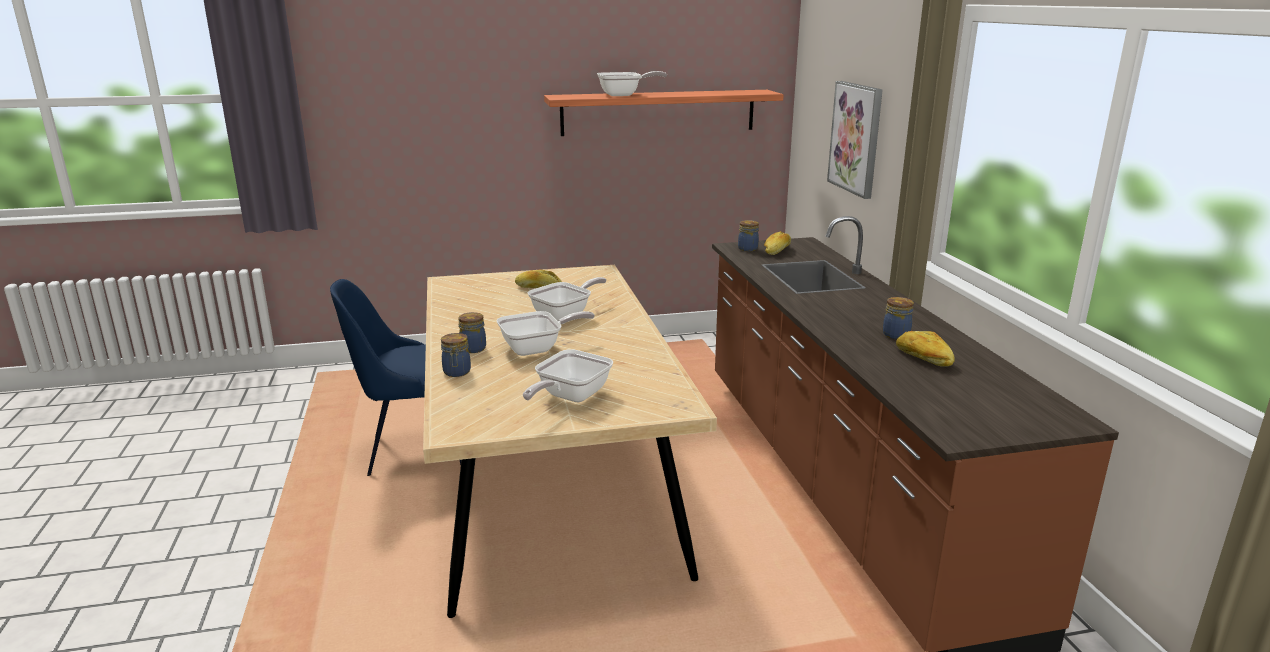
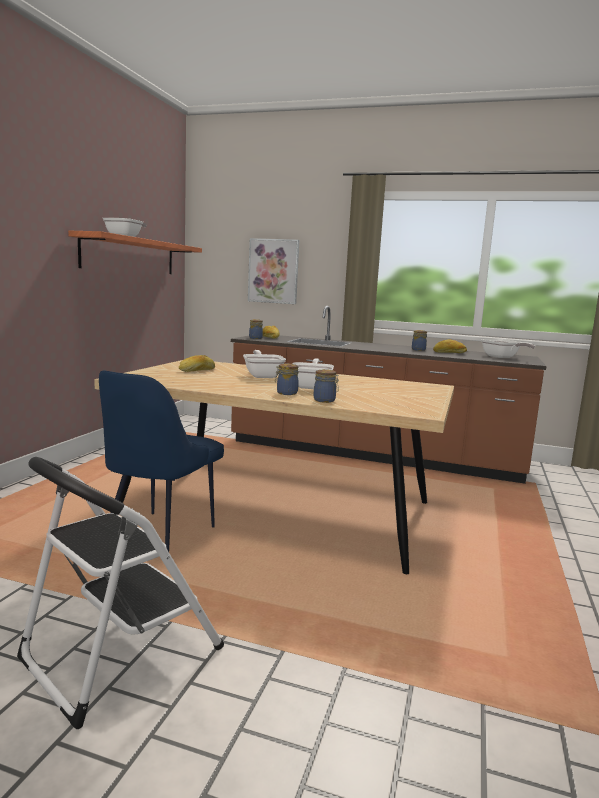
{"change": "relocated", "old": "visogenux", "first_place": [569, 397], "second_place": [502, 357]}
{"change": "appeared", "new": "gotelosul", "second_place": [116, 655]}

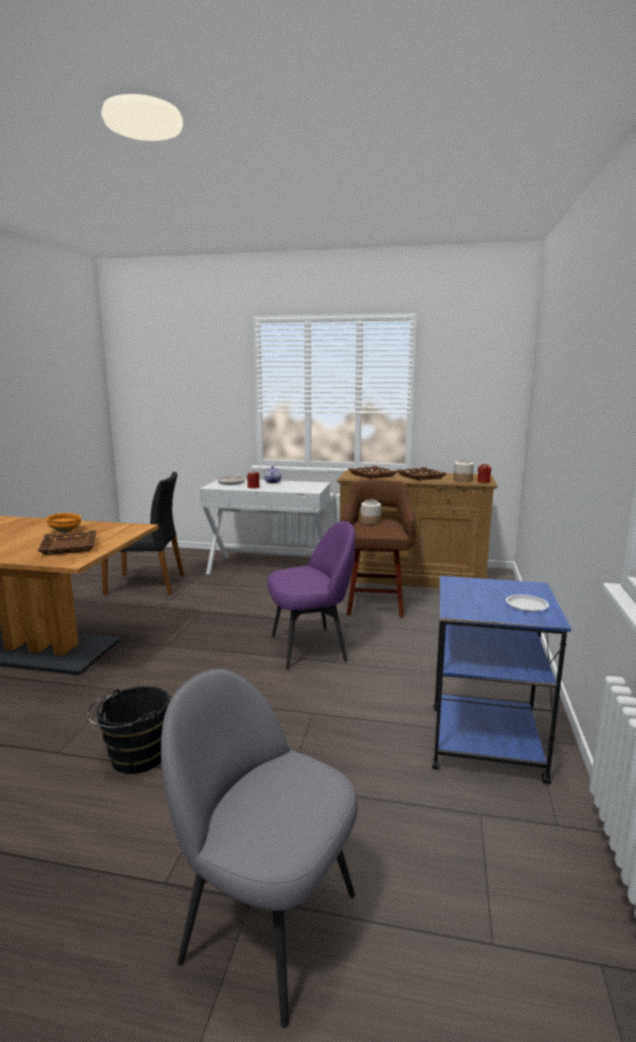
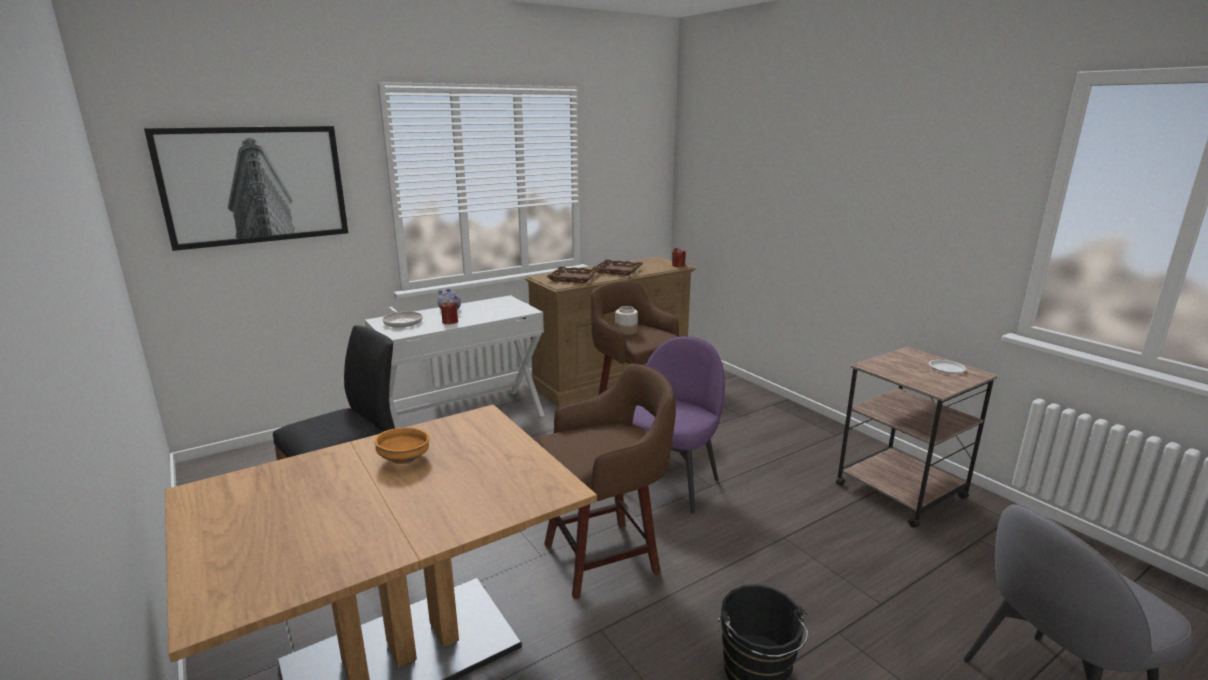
{"change": "missing", "old": "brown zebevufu", "first_place": [68, 547]}
{"change": "colour", "old": "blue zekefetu", "new": "brown zekefetu", "first_place": [485, 745], "second_place": [901, 492]}
{"change": "missing", "old": "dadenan", "first_place": [463, 480]}
{"change": "appeared", "new": "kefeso", "second_place": [255, 185]}
{"change": "appeared", "new": "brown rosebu", "second_place": [606, 557]}

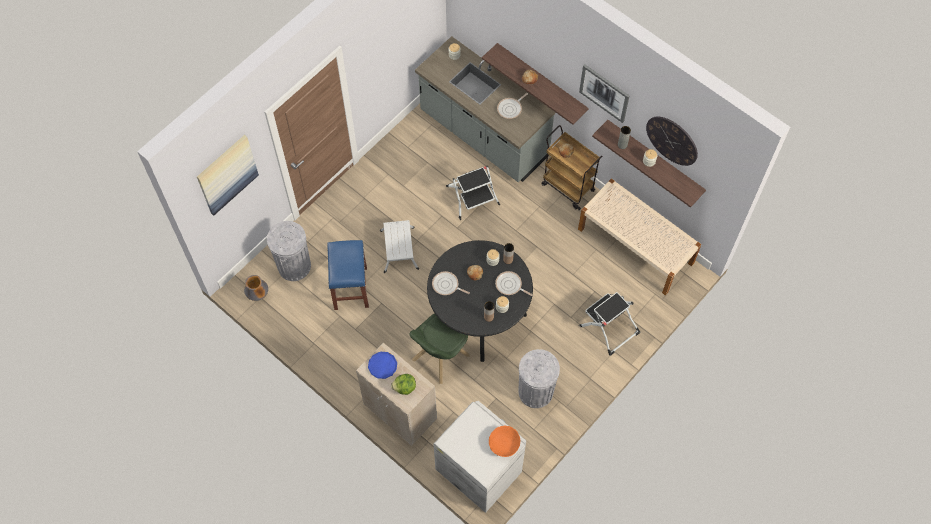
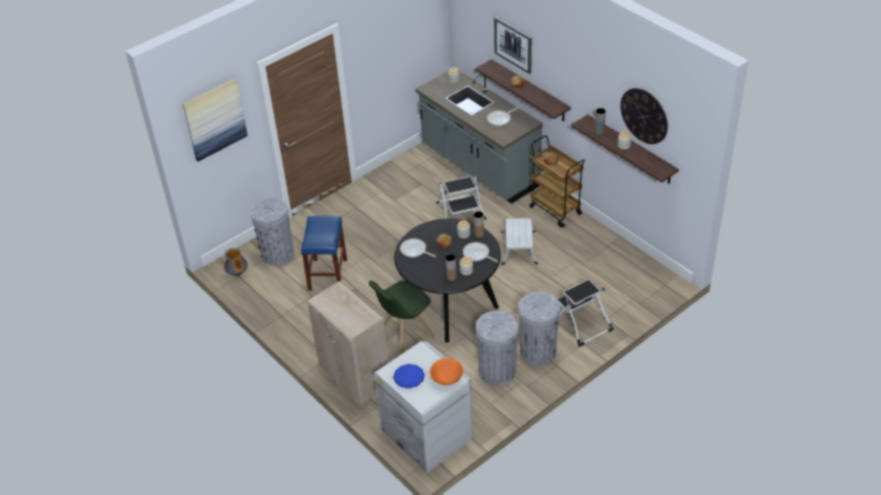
{"change": "relocated", "old": "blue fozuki", "first_place": [382, 366], "second_place": [409, 377]}
{"change": "relocated", "old": "white gotelosul", "first_place": [399, 249], "second_place": [519, 247]}
{"change": "missing", "old": "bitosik", "first_place": [404, 388]}
{"change": "missing", "old": "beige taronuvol", "first_place": [636, 246]}
{"change": "relocated", "old": "kefeso", "first_place": [604, 93], "second_place": [513, 44]}
{"change": "appeared", "new": "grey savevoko", "second_place": [538, 352]}

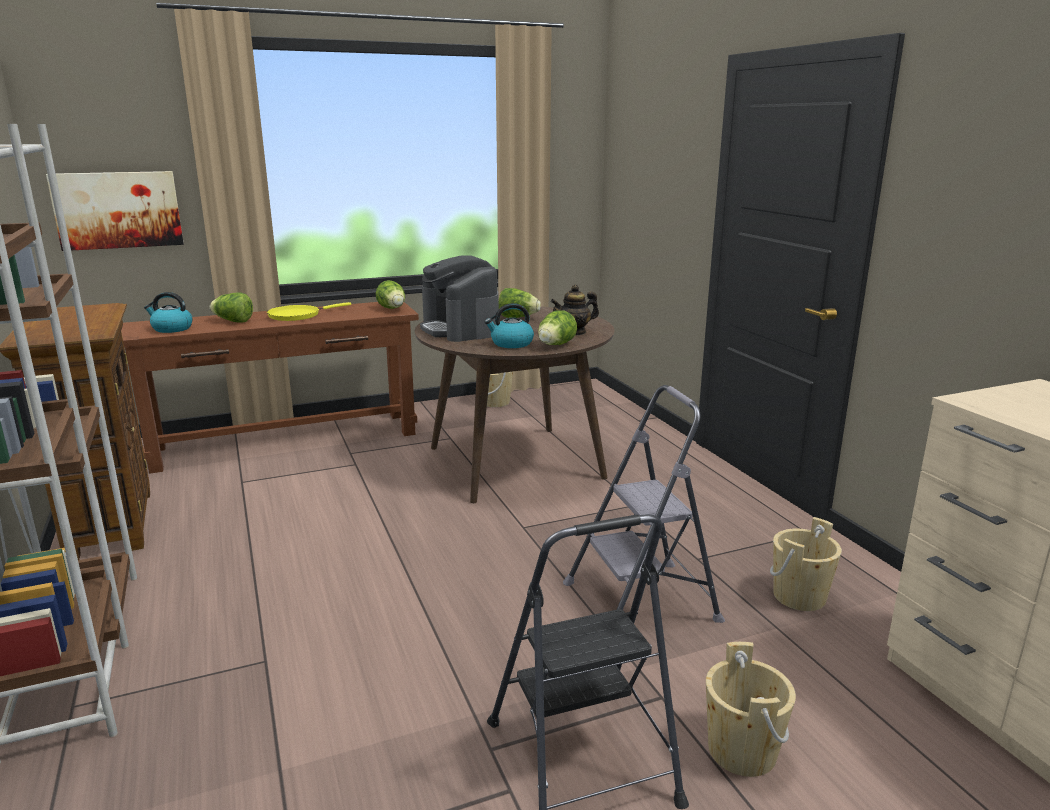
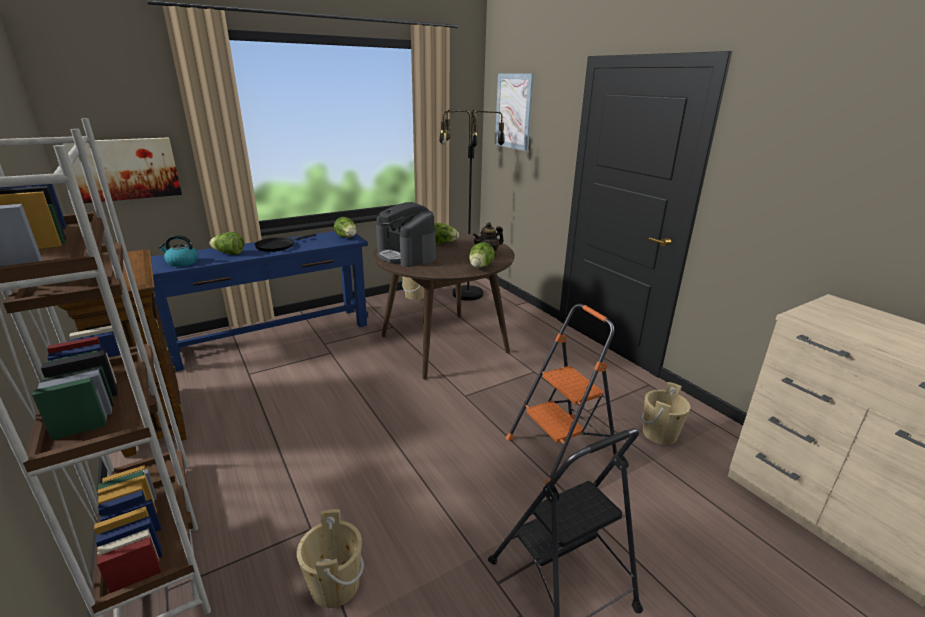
{"change": "colour", "old": "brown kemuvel", "new": "blue kemuvel", "first_place": [286, 441], "second_place": [273, 336]}
{"change": "colour", "old": "yellow visogenux", "new": "black visogenux", "first_place": [297, 315], "second_place": [277, 246]}
{"change": "missing", "old": "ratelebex", "first_place": [511, 344]}
{"change": "colour", "old": "grey gotelosul", "new": "orange gotelosul", "first_place": [645, 600], "second_place": [564, 447]}
{"change": "relocated", "old": "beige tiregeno", "first_place": [742, 750], "second_place": [335, 585]}
{"change": "appeared", "new": "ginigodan", "second_place": [467, 294]}
{"change": "appeared", "new": "kefeso", "second_place": [513, 111]}

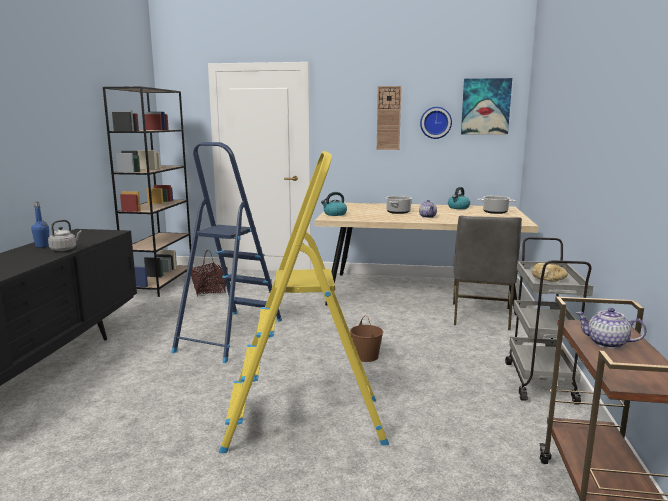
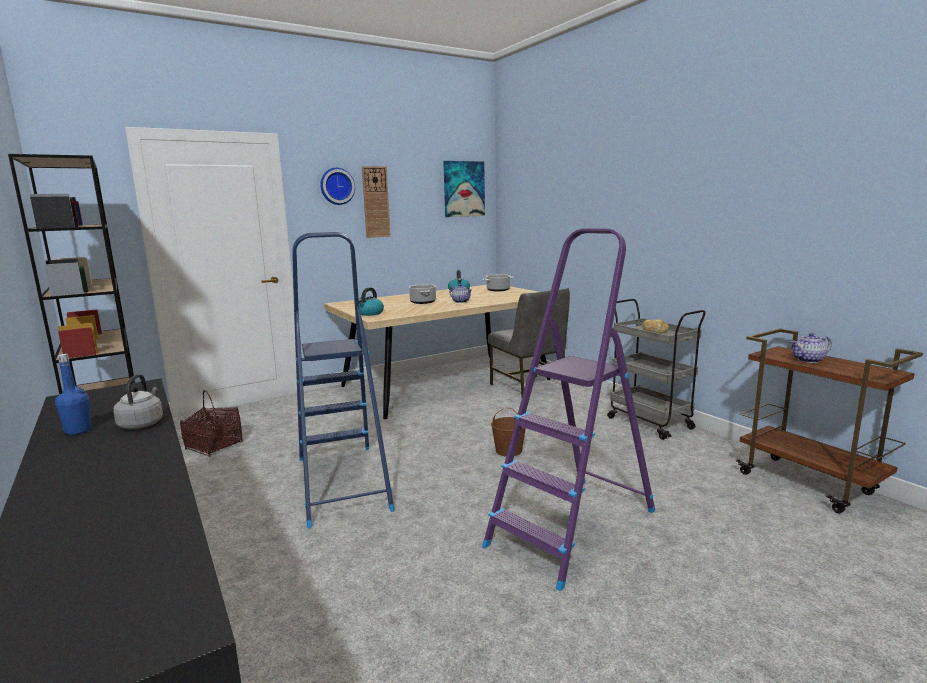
{"change": "colour", "old": "yellow gotelosul", "new": "purple gotelosul", "first_place": [302, 424], "second_place": [572, 528]}
{"change": "relocated", "old": "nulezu", "first_place": [435, 122], "second_place": [336, 186]}

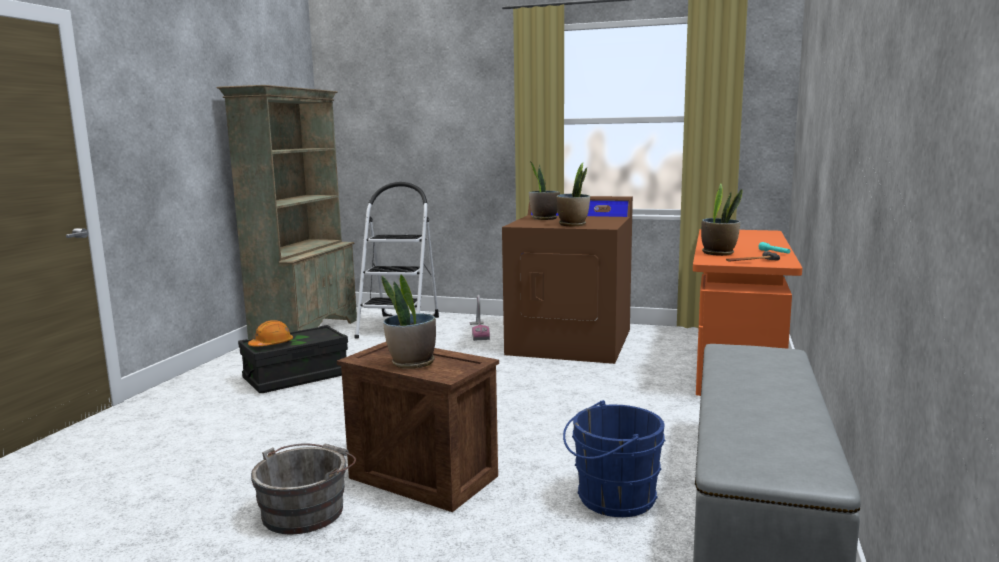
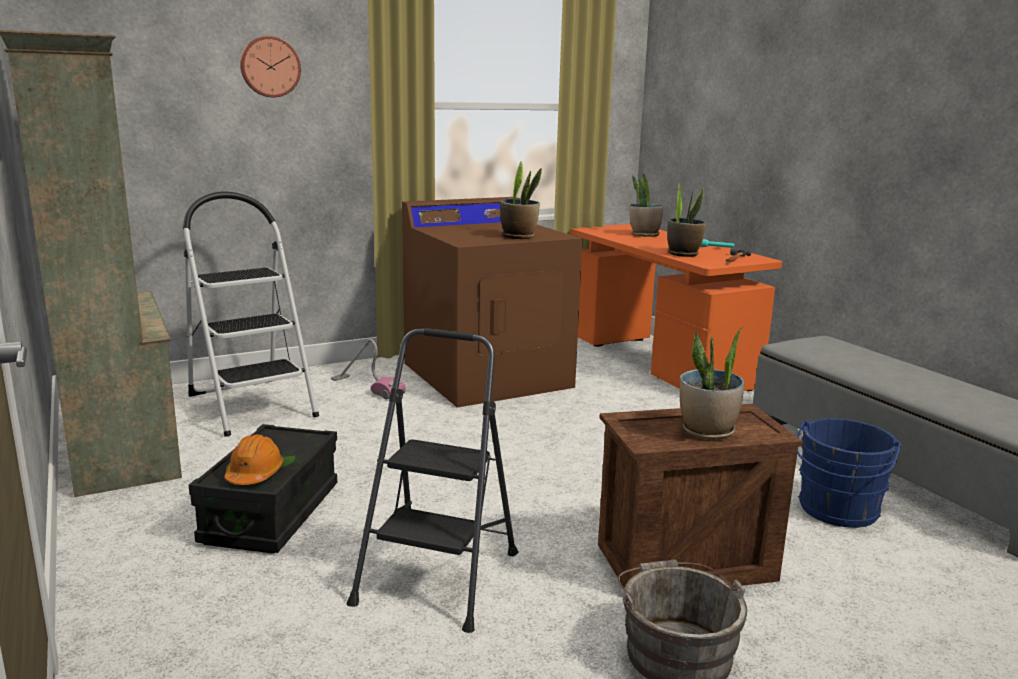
{"change": "relocated", "old": "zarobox", "first_place": [544, 219], "second_place": [644, 235]}
{"change": "appeared", "new": "nulezu", "second_place": [270, 67]}
{"change": "appeared", "new": "black gotelosul", "second_place": [440, 573]}

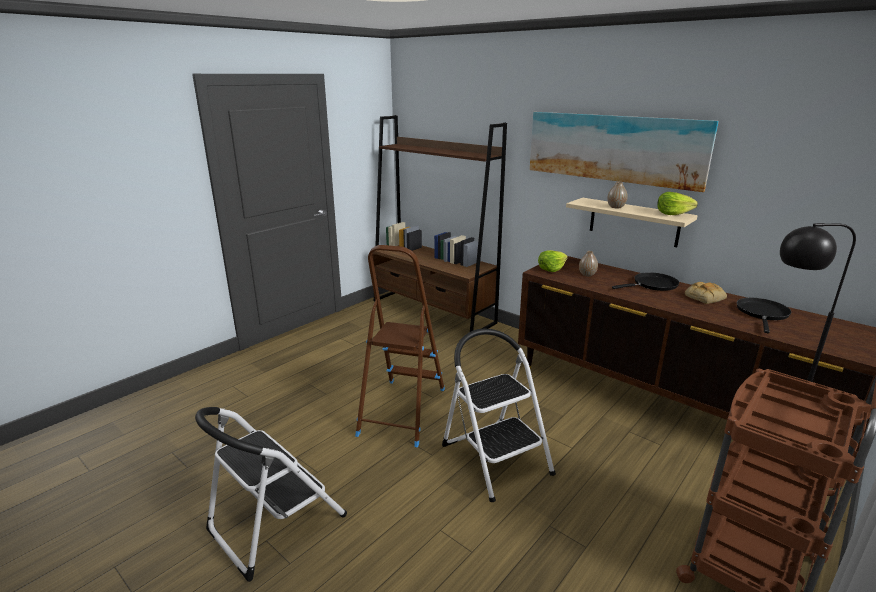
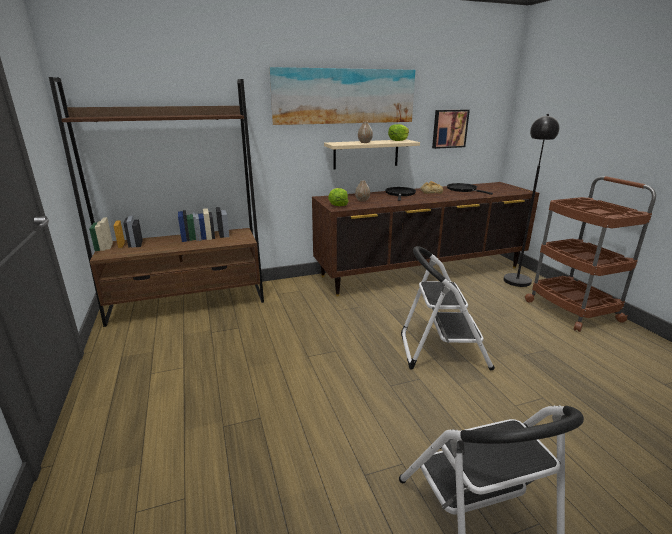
{"change": "missing", "old": "brown gotelosul", "first_place": [403, 410]}
{"change": "appeared", "new": "kefeso", "second_place": [449, 128]}

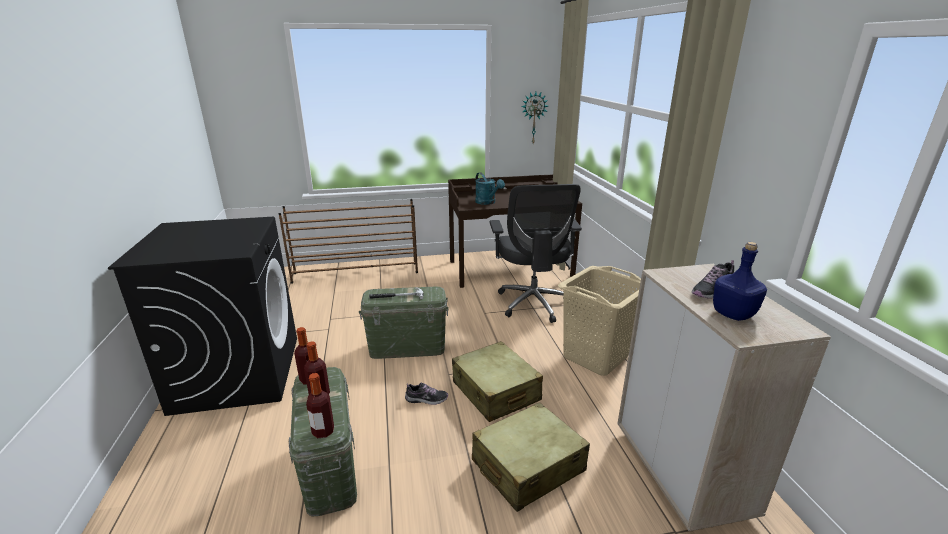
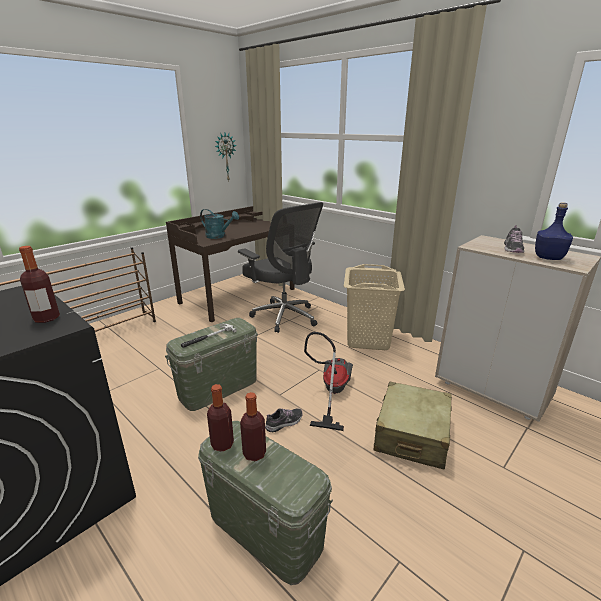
{"change": "relocated", "old": "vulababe", "first_place": [323, 431], "second_place": [46, 318]}
{"change": "exchanged", "old": "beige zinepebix", "new": "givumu", "first_place": [495, 391], "second_place": [331, 392]}

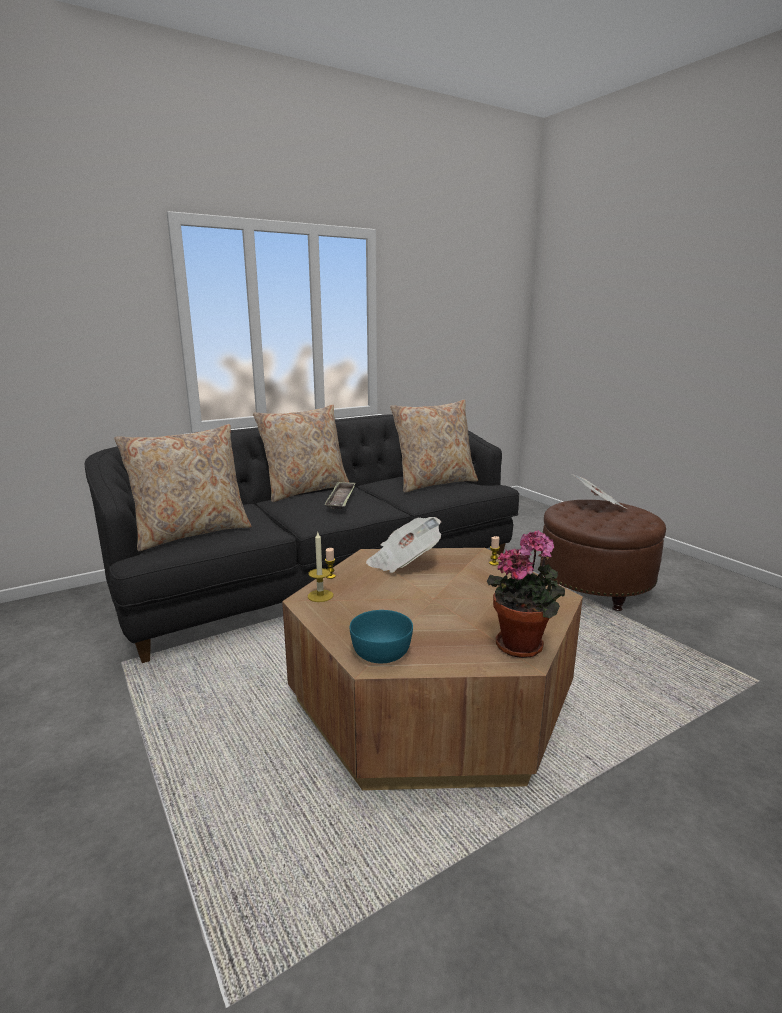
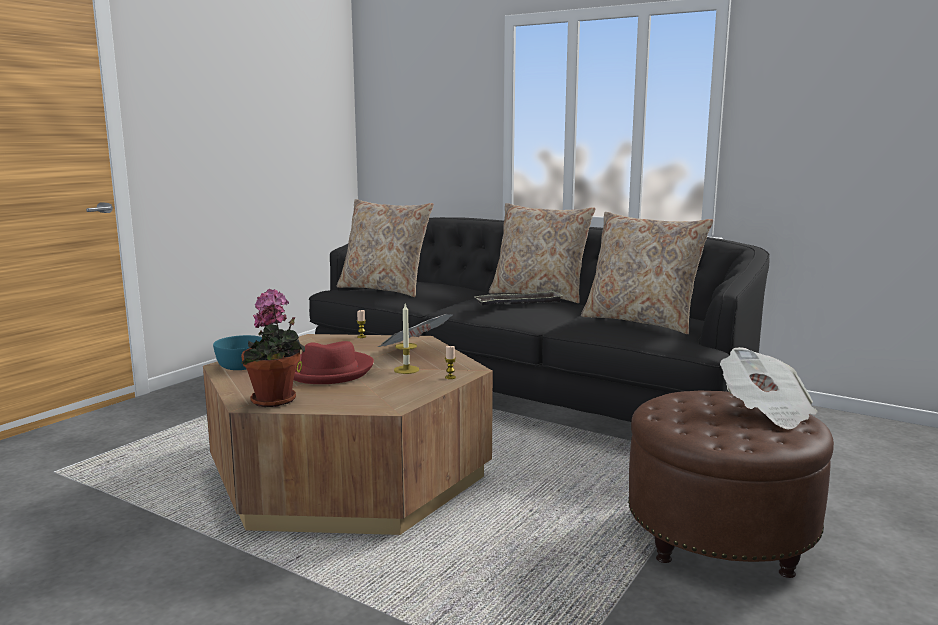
{"change": "relocated", "old": "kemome", "first_place": [320, 596], "second_place": [406, 370]}
{"change": "appeared", "new": "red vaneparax", "second_place": [327, 371]}

